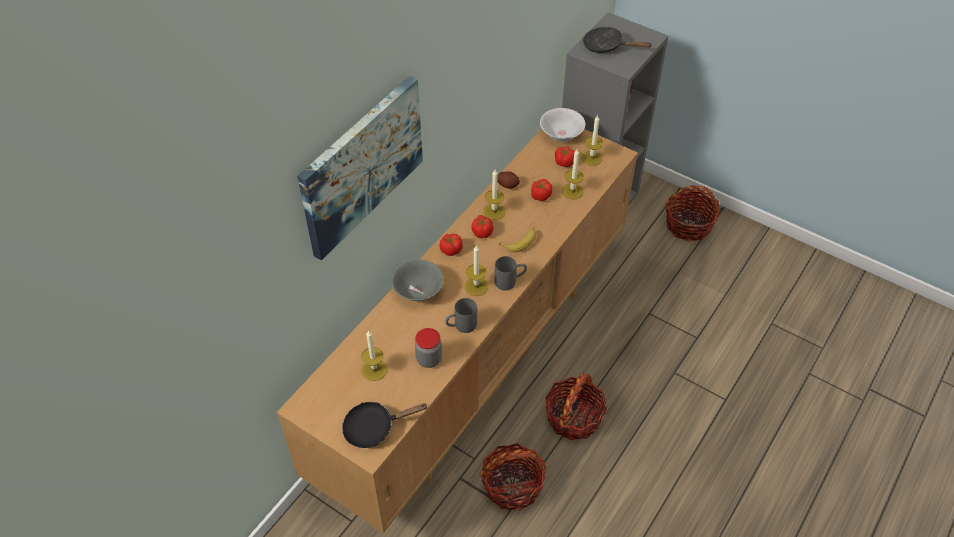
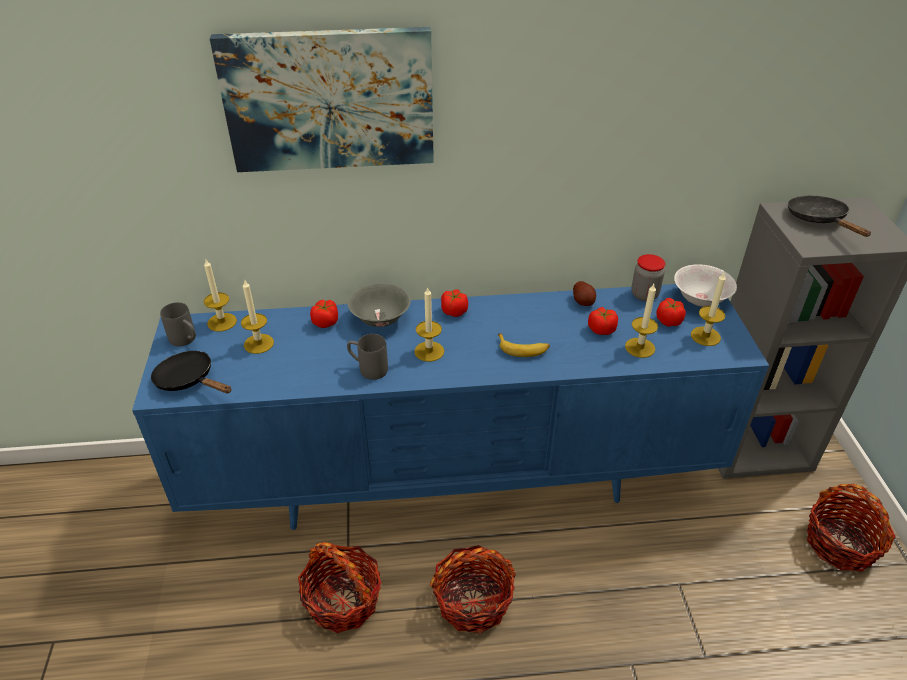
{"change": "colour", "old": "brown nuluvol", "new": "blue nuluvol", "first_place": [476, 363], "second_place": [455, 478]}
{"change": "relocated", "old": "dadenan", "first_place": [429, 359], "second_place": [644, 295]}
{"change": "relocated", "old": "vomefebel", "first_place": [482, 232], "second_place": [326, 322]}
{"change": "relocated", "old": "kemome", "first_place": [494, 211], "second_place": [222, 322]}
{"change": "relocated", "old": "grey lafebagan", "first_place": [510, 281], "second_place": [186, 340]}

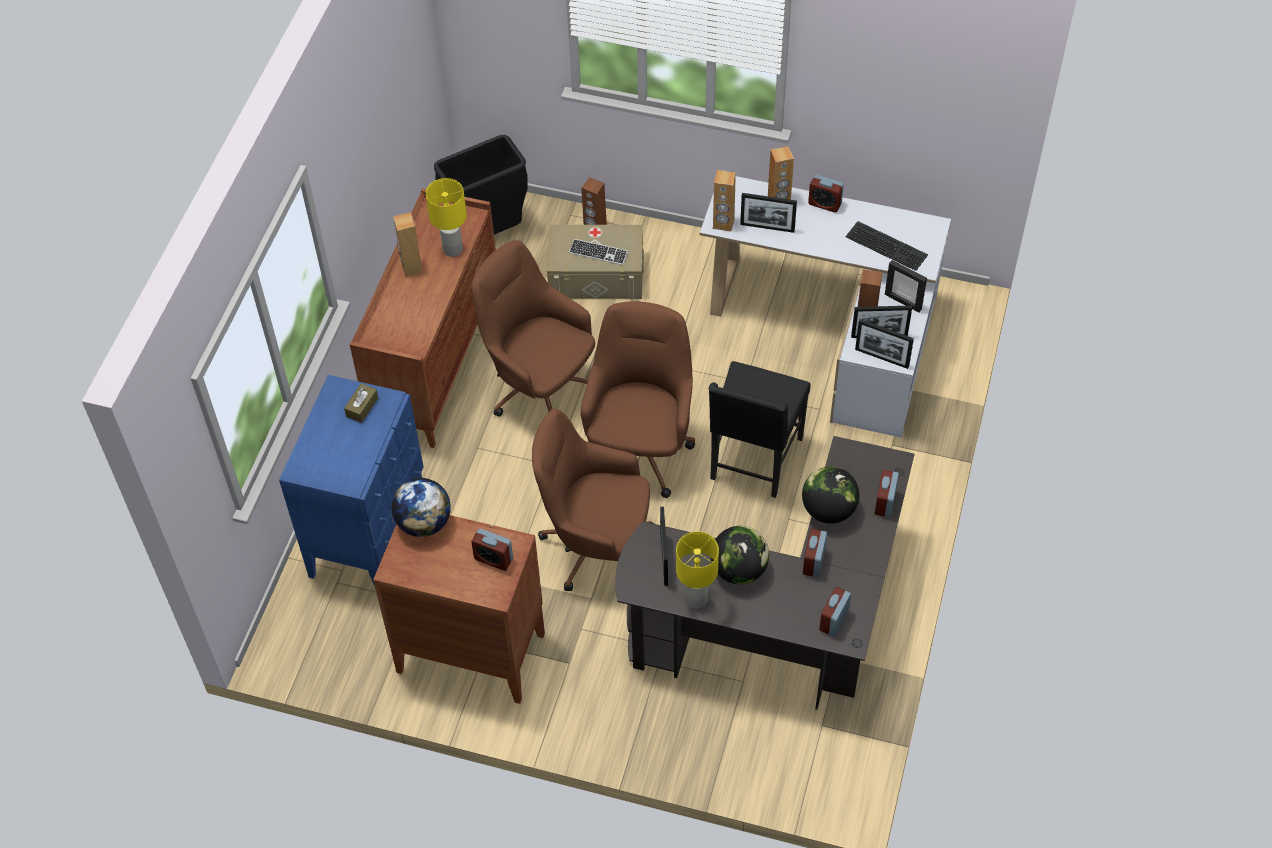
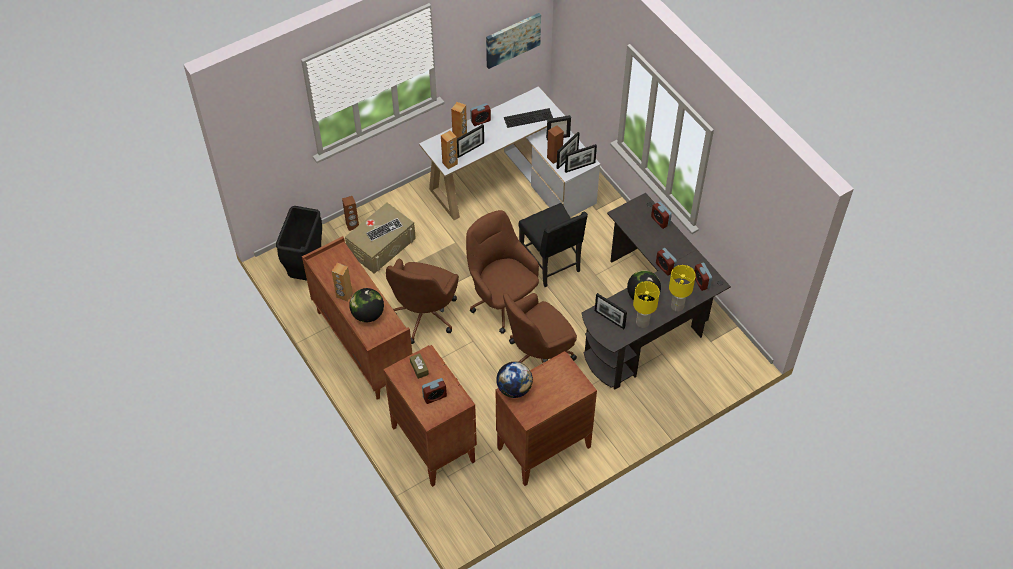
{"change": "colour", "old": "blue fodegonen", "new": "brown fodegonen", "first_place": [370, 534], "second_place": [434, 443]}
{"change": "relocated", "old": "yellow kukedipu", "first_place": [452, 250], "second_place": [677, 306]}
{"change": "relocated", "old": "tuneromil", "first_place": [493, 559], "second_place": [434, 396]}
{"change": "spun", "old": "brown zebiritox", "first_place": [540, 391], "second_place": [424, 316], "degrees": -60}
{"change": "relocated", "old": "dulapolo", "first_place": [828, 510], "second_place": [368, 314]}
{"change": "appeared", "new": "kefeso", "second_place": [512, 39]}

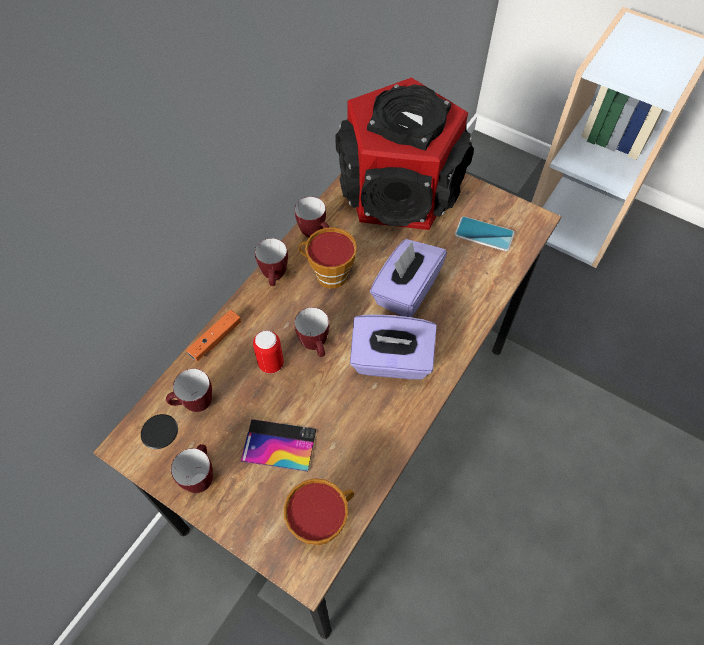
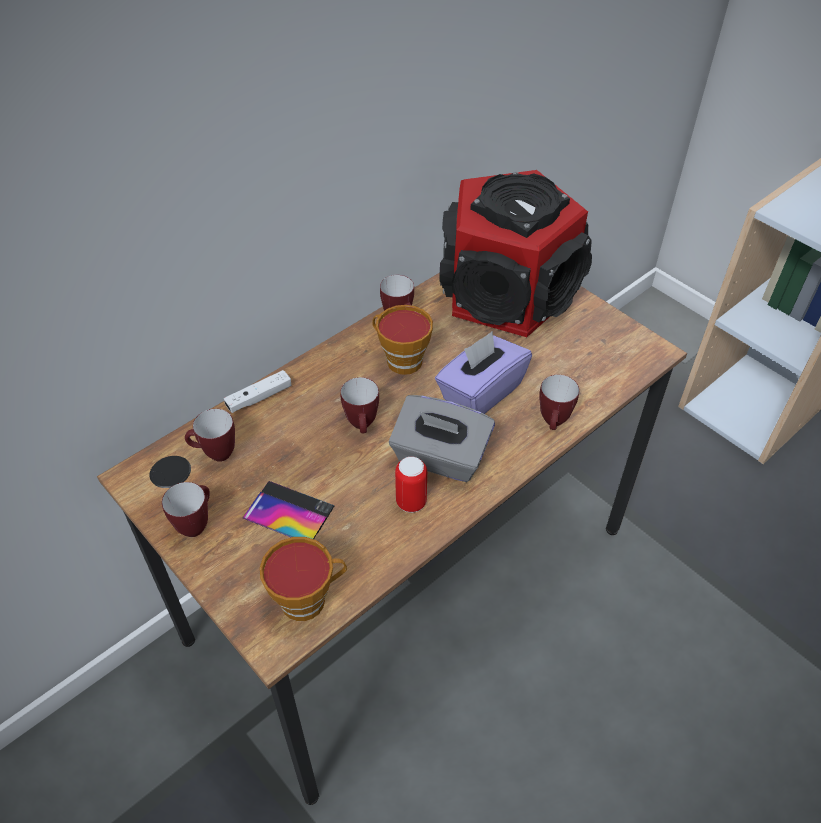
{"change": "colour", "old": "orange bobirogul", "new": "white bobirogul", "first_place": [215, 339], "second_place": [259, 397]}
{"change": "relocated", "old": "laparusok", "first_place": [271, 363], "second_place": [411, 502]}
{"change": "relocated", "old": "lafebagan", "first_place": [275, 278], "second_place": [554, 423]}
{"change": "colour", "old": "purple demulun", "new": "grey demulun", "first_place": [391, 361], "second_place": [440, 458]}
{"change": "missing", "old": "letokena", "first_place": [484, 234]}

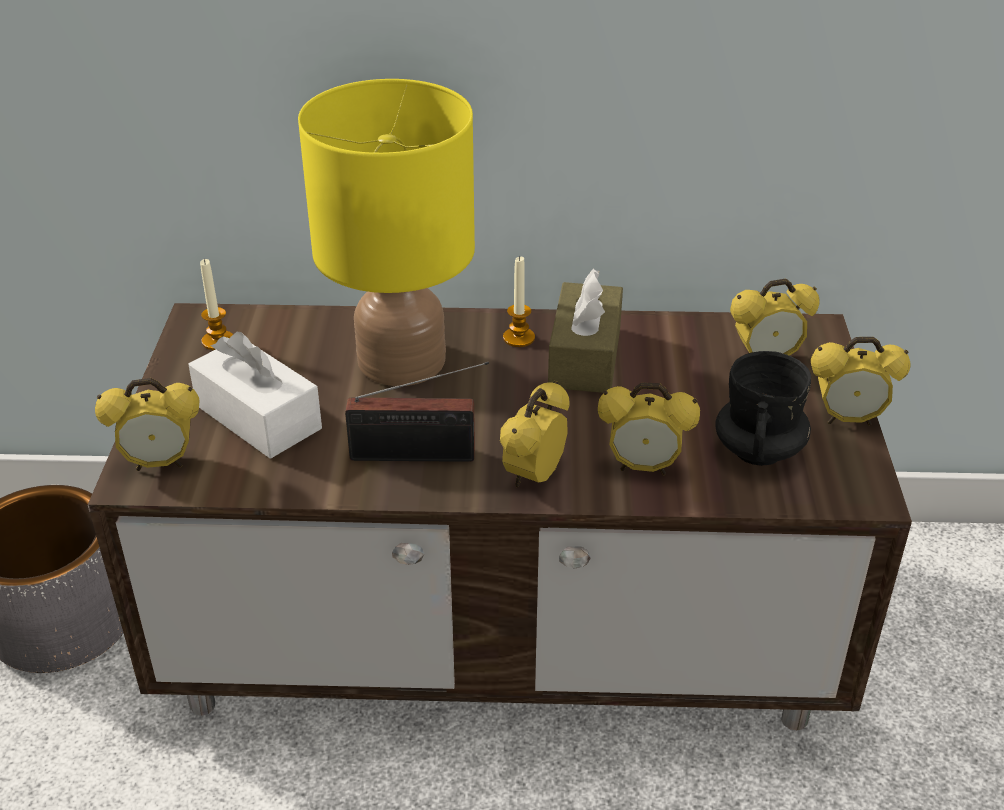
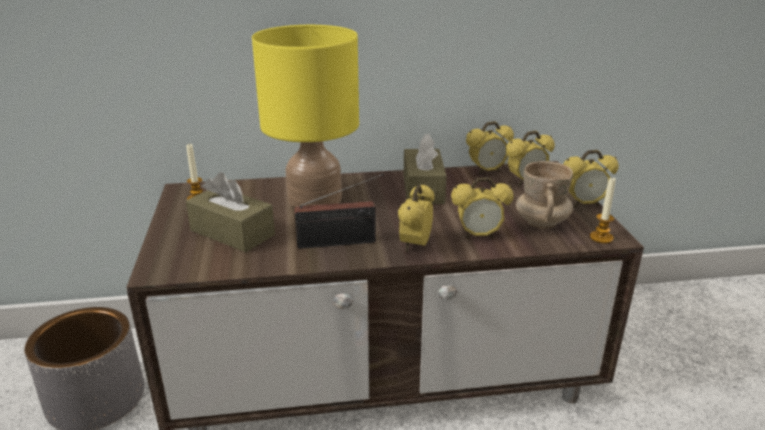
{"change": "relocated", "old": "tuneromil", "first_place": [160, 463], "second_place": [487, 171]}
{"change": "colour", "old": "white demulun", "new": "brown demulun", "first_place": [258, 417], "second_place": [232, 232]}
{"change": "relocated", "old": "kemome", "first_place": [519, 338], "second_place": [601, 238]}
{"change": "colour", "old": "black lafebagan", "new": "beige lafebagan", "first_place": [759, 451], "second_place": [542, 223]}

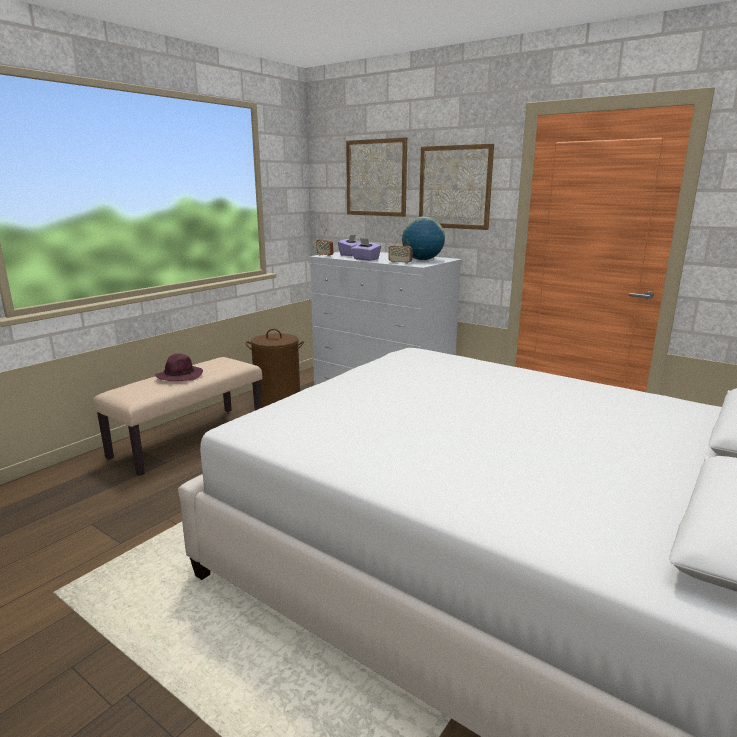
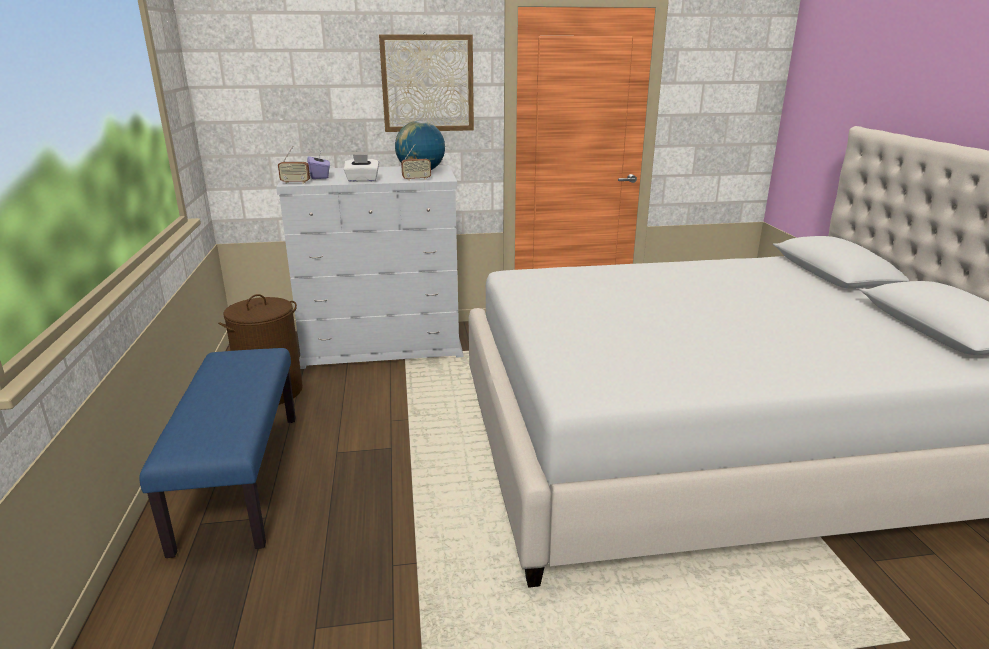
{"change": "colour", "old": "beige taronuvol", "new": "blue taronuvol", "first_place": [189, 438], "second_place": [239, 478]}
{"change": "missing", "old": "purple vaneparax", "first_place": [180, 376]}
{"change": "missing", "old": "kefeso", "first_place": [376, 177]}
{"change": "colour", "old": "purple demulun", "new": "white demulun", "first_place": [365, 259], "second_place": [362, 180]}

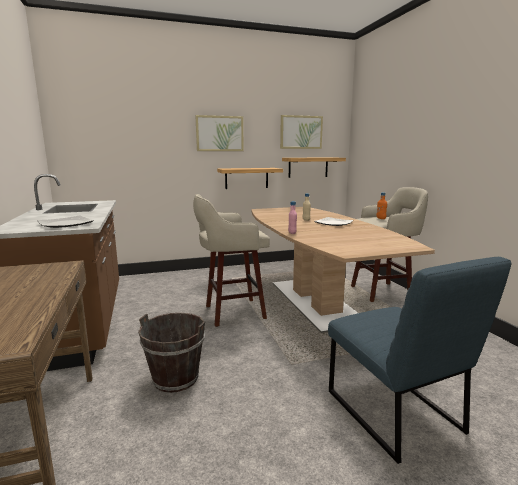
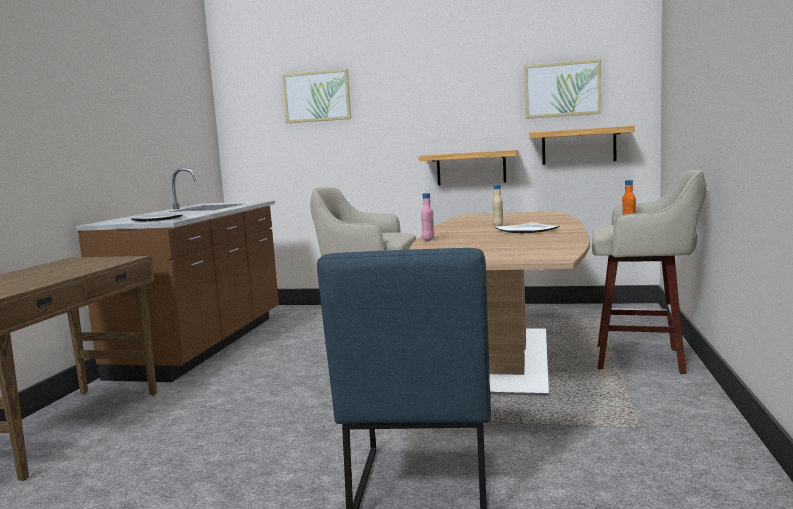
{"change": "missing", "old": "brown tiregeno", "first_place": [176, 378]}
{"change": "relocated", "old": "kefeso", "first_place": [219, 133], "second_place": [317, 96]}

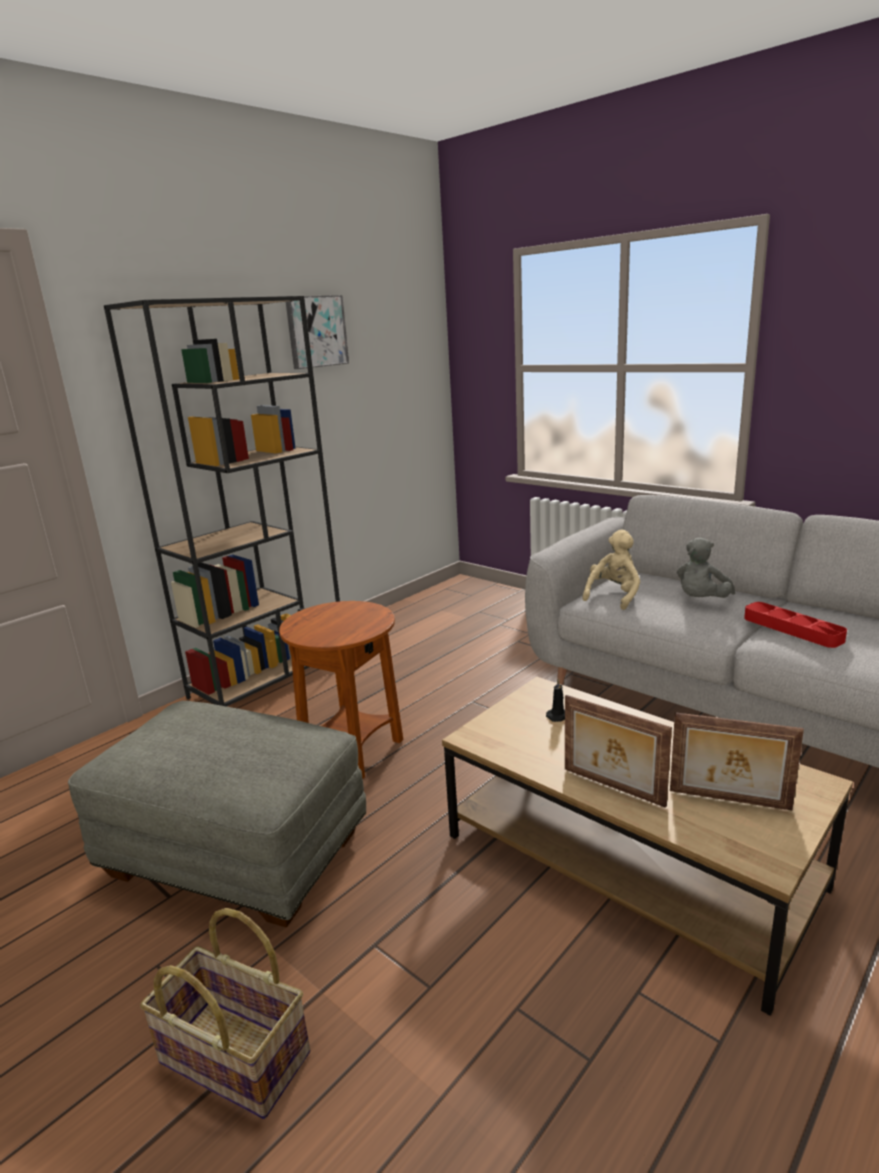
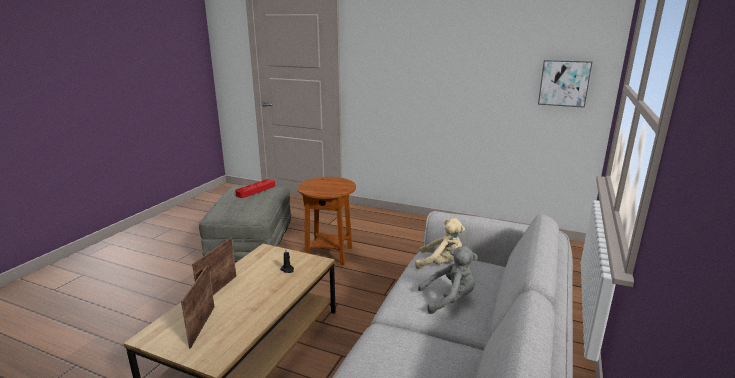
{"change": "missing", "old": "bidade", "first_place": [270, 677]}
{"change": "missing", "old": "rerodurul", "first_place": [232, 1059]}
{"change": "relocated", "old": "kefeso", "first_place": [316, 331], "second_place": [564, 83]}
{"change": "spun", "old": "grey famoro", "first_place": [701, 601], "second_place": [449, 299], "degrees": 150}
{"change": "relocated", "old": "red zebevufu", "first_place": [792, 629], "second_place": [256, 190]}

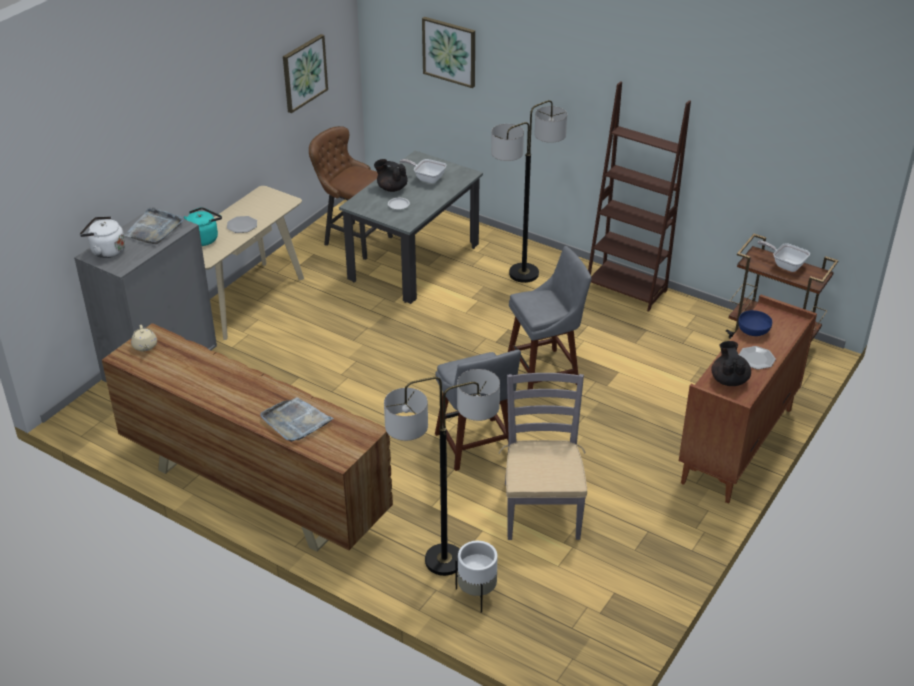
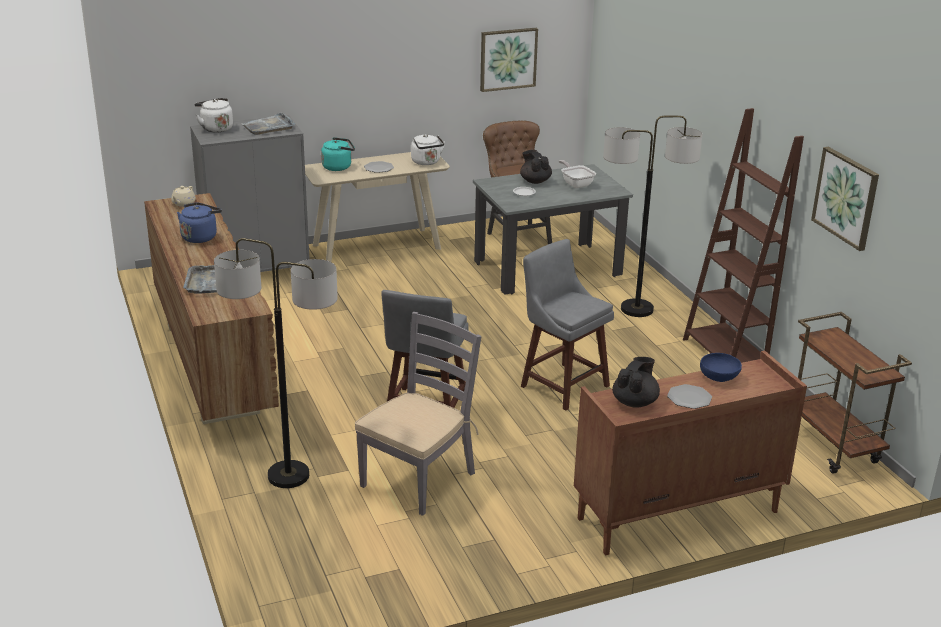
{"change": "relocated", "old": "kefeso", "first_place": [449, 51], "second_place": [846, 197]}
{"change": "missing", "old": "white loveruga", "first_place": [476, 595]}
{"change": "spun", "old": "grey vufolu", "first_place": [546, 371], "second_place": [561, 384], "degrees": -150}
{"change": "missing", "old": "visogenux", "first_place": [785, 264]}
{"change": "appeared", "new": "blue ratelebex", "second_place": [200, 237]}
{"change": "appeared", "new": "white ratelebex", "second_place": [427, 162]}

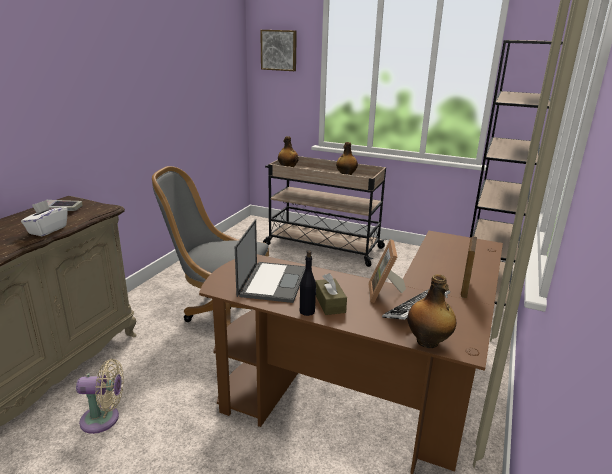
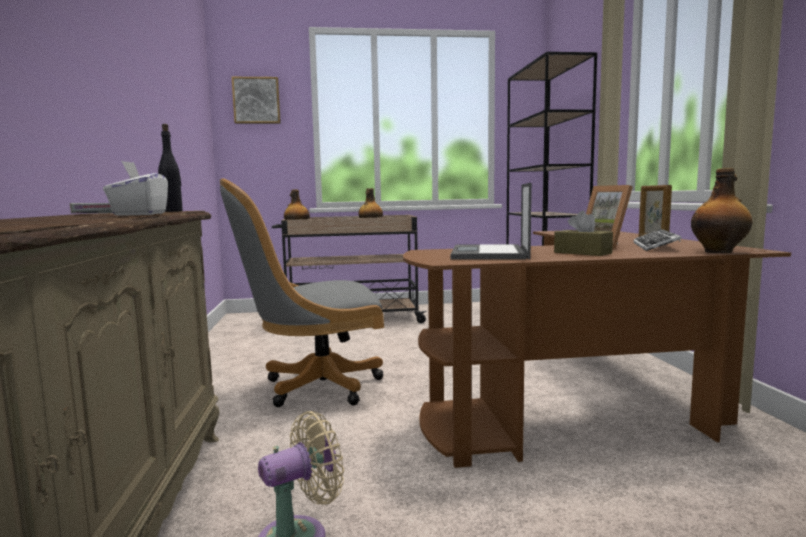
{"change": "spun", "old": "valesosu", "first_place": [272, 281], "second_place": [490, 254], "degrees": -150}
{"change": "relocated", "old": "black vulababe", "first_place": [307, 311], "second_place": [172, 211]}

